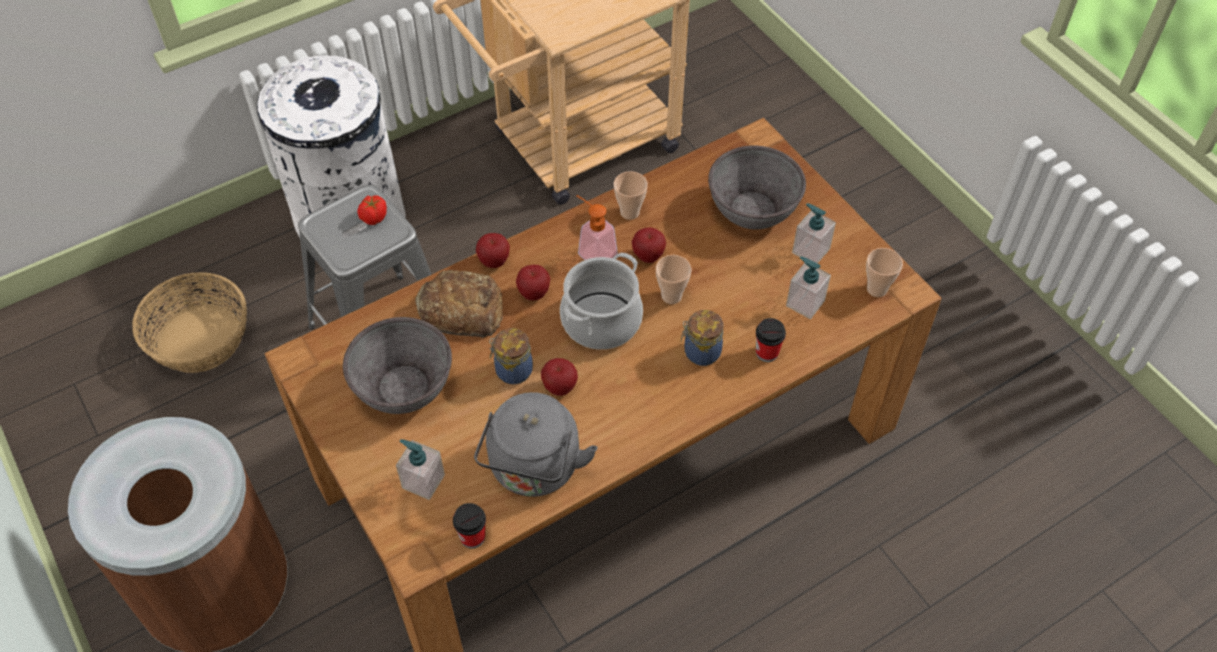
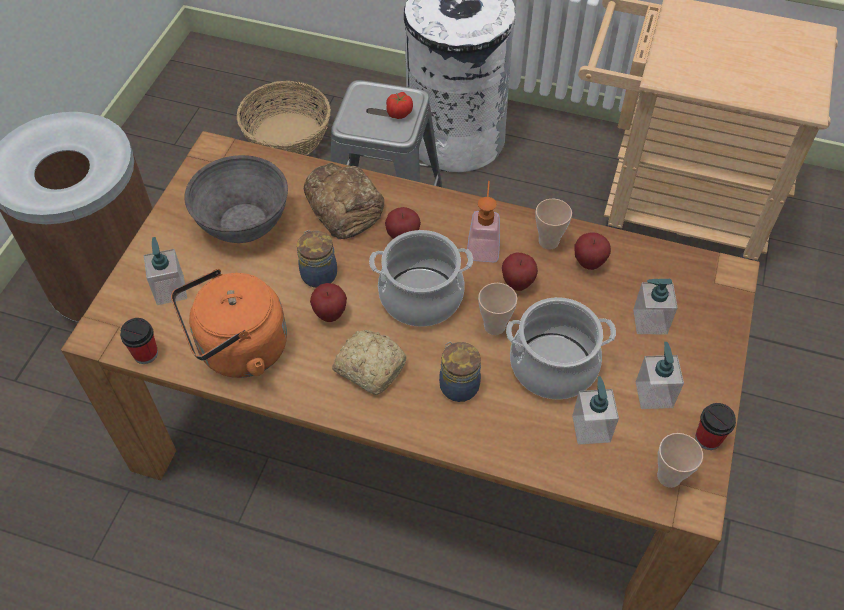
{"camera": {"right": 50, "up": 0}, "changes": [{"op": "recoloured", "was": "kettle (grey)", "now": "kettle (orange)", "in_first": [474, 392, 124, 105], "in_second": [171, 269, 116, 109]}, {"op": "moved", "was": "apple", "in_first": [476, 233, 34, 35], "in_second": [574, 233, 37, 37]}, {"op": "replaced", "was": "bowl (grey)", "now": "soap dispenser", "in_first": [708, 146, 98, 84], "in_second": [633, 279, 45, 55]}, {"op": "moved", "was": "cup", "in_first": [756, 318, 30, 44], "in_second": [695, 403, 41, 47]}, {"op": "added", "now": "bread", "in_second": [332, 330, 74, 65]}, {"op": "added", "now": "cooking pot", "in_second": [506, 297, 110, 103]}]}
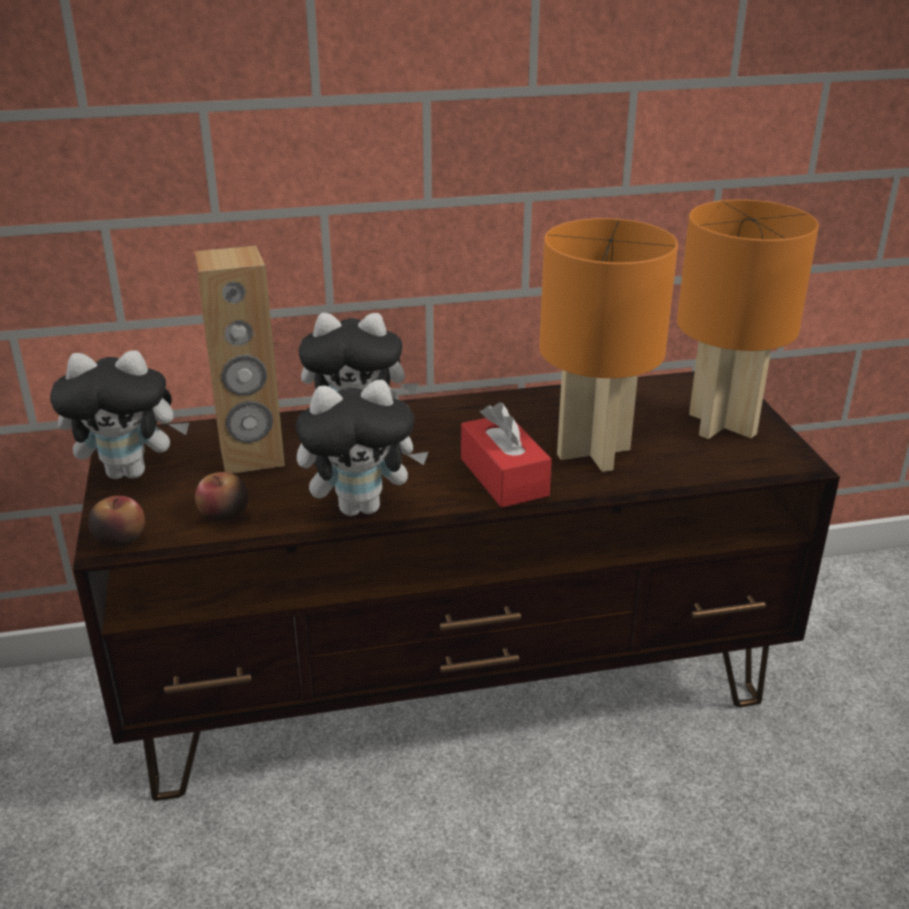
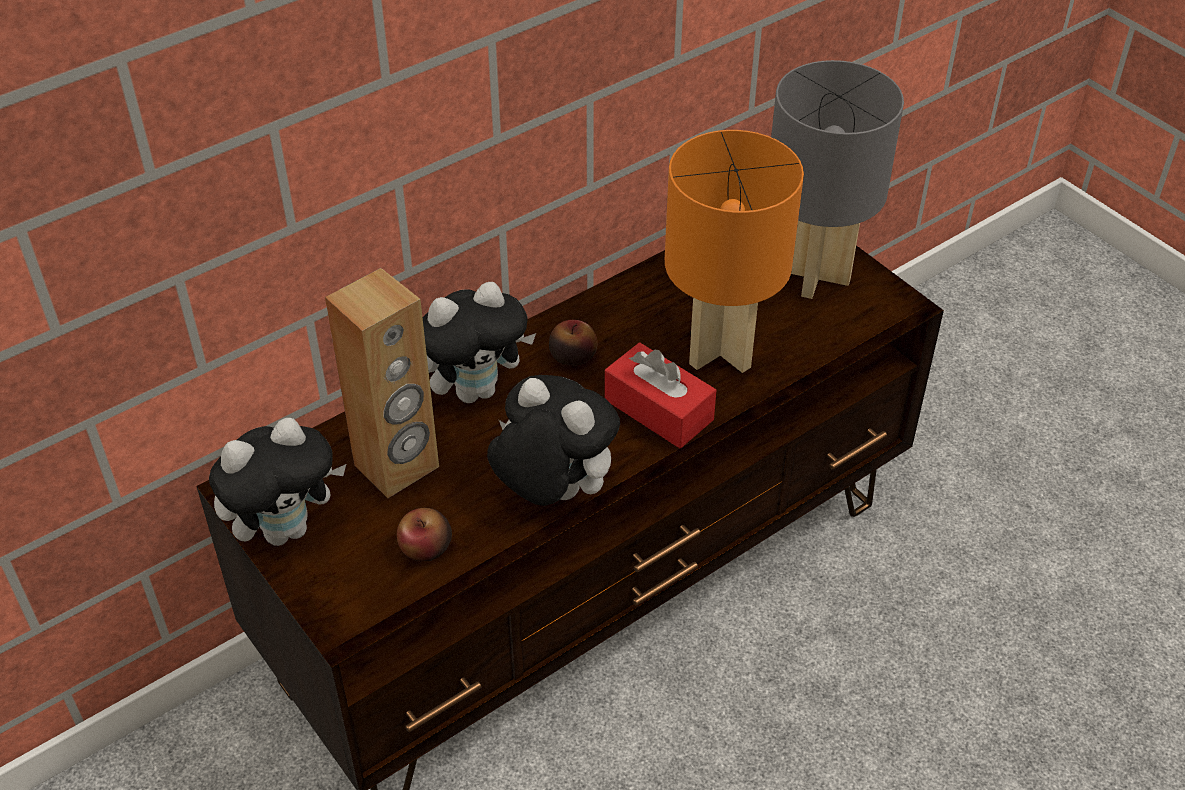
{"camera": {"right": -25, "up": 15}, "changes": [{"op": "moved", "was": "apple", "in_first": [88, 496, 57, 50], "in_second": [549, 320, 48, 46]}, {"op": "turned", "was": "plush toy", "in_first": [296, 380, 132, 136], "in_second": [487, 375, 133, 131], "clockwise": -105}, {"op": "recoloured", "was": "table lamp (orange)", "now": "table lamp (grey)", "in_first": [677, 199, 142, 240], "in_second": [771, 60, 133, 239]}]}
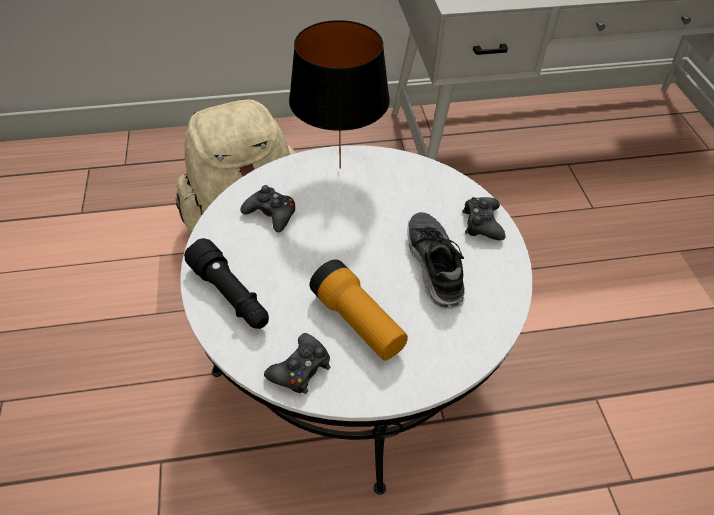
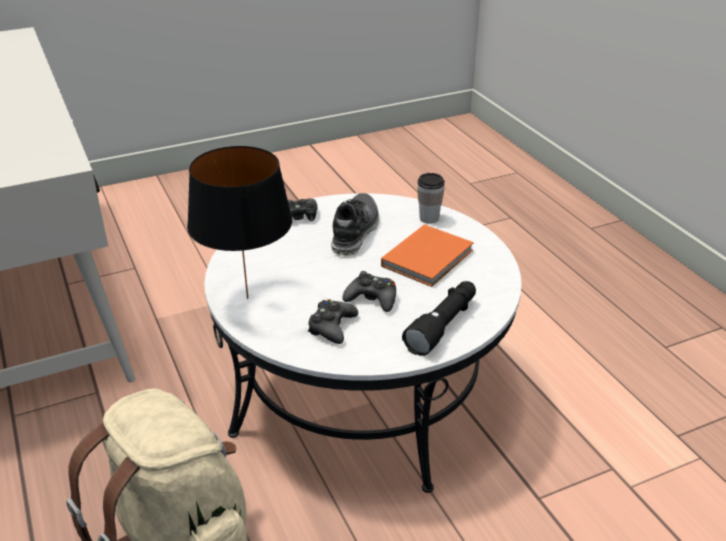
{"camera": {"right": -105, "up": -15}, "changes": [{"op": "moved", "was": "game controller (black)", "in_first": [264, 333, 66, 61], "in_second": [342, 271, 54, 41]}, {"op": "replaced", "was": "flashlight", "now": "book (orange)", "in_first": [309, 259, 99, 102], "in_second": [381, 224, 93, 63]}, {"op": "turned", "was": "shoe", "in_first": [407, 212, 58, 97], "in_second": [331, 193, 48, 63], "clockwise": 135}, {"op": "added", "now": "cup", "in_second": [417, 173, 28, 51]}]}
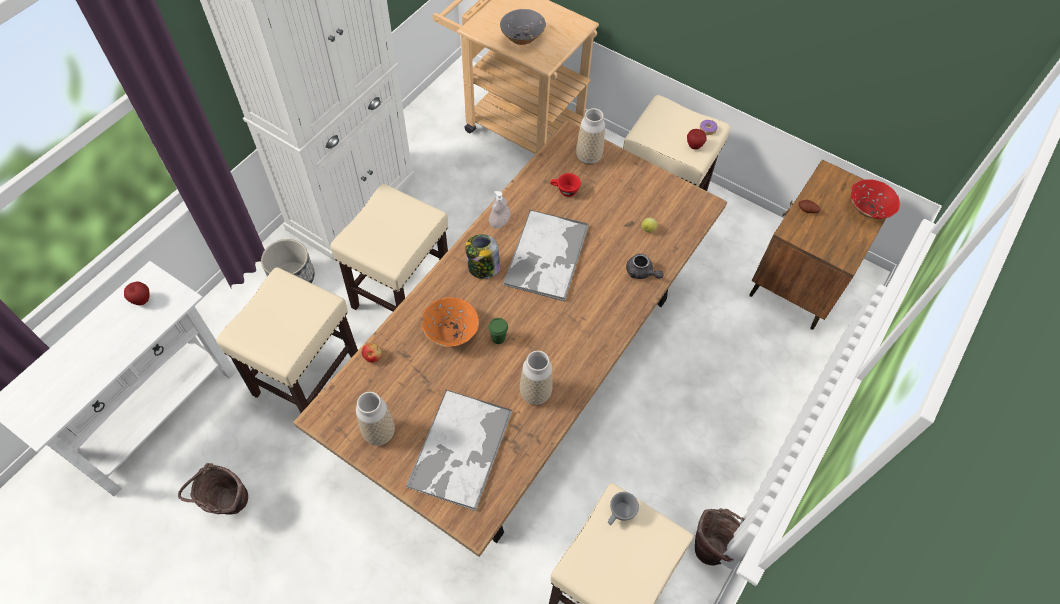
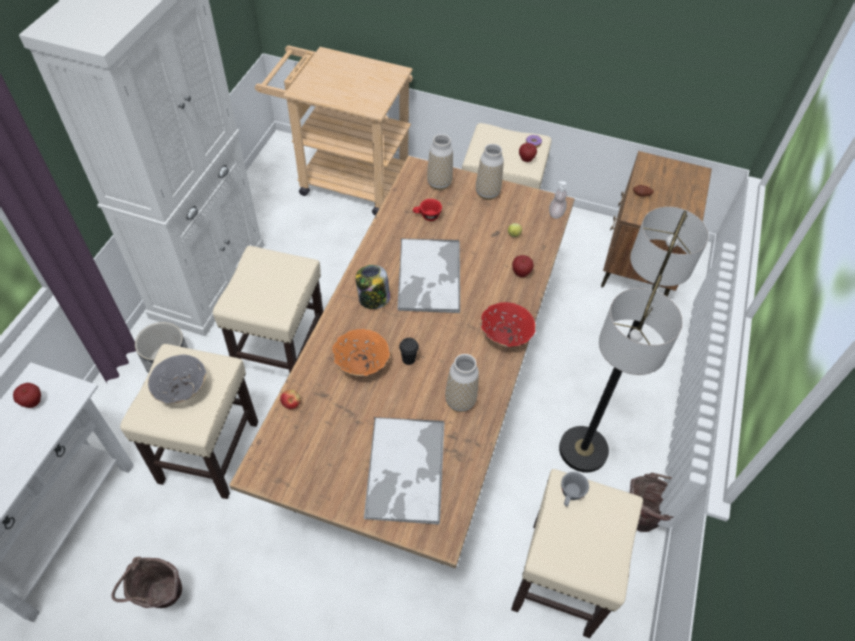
{"camera": {"right": -15, "up": -5}, "changes": [{"op": "moved", "was": "vase", "in_first": [356, 392, 39, 54], "in_second": [476, 144, 28, 56]}, {"op": "recoloured", "was": "cup (green)", "now": "cup (black)", "in_first": [488, 318, 20, 26], "in_second": [399, 338, 20, 27]}, {"op": "moved", "was": "soap dispenser", "in_first": [489, 191, 21, 37], "in_second": [549, 181, 18, 38]}, {"op": "moved", "was": "bowl (grey)", "in_first": [500, 9, 46, 36], "in_second": [148, 354, 58, 49]}, {"op": "replaced", "was": "teapot (grey)", "now": "apple", "in_first": [626, 253, 37, 26], "in_second": [512, 255, 22, 22]}, {"op": "moved", "was": "bowl (red)", "in_first": [850, 179, 50, 40], "in_second": [481, 302, 55, 45]}, {"op": "added", "now": "floor lamp", "in_second": [559, 207, 150, 266]}]}
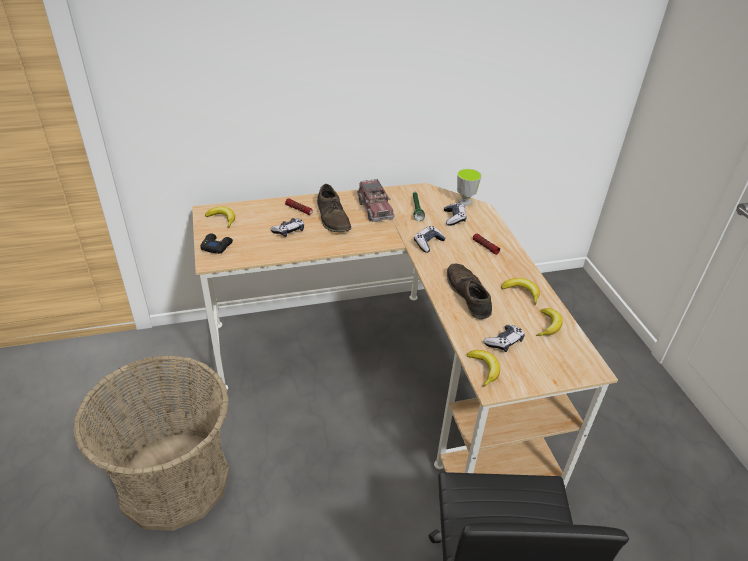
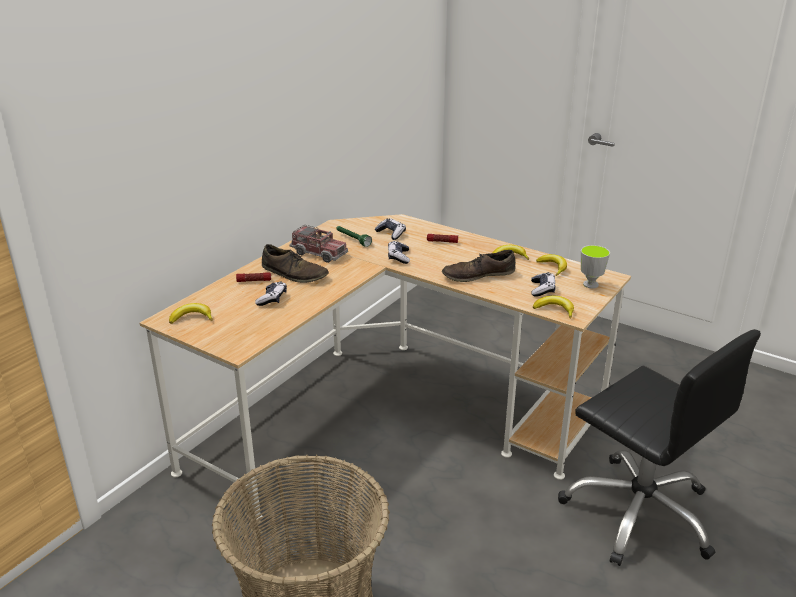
{"camera": {"right": -40, "up": -10}, "changes": [{"op": "removed", "was": "game controller (black)", "in_first": [200, 234, 33, 20]}, {"op": "turned", "was": "shoe (brown)", "in_first": [447, 264, 45, 55], "in_second": [442, 250, 73, 32], "clockwise": -45}, {"op": "moved", "was": "cup", "in_first": [457, 168, 25, 38], "in_second": [581, 245, 29, 43]}]}
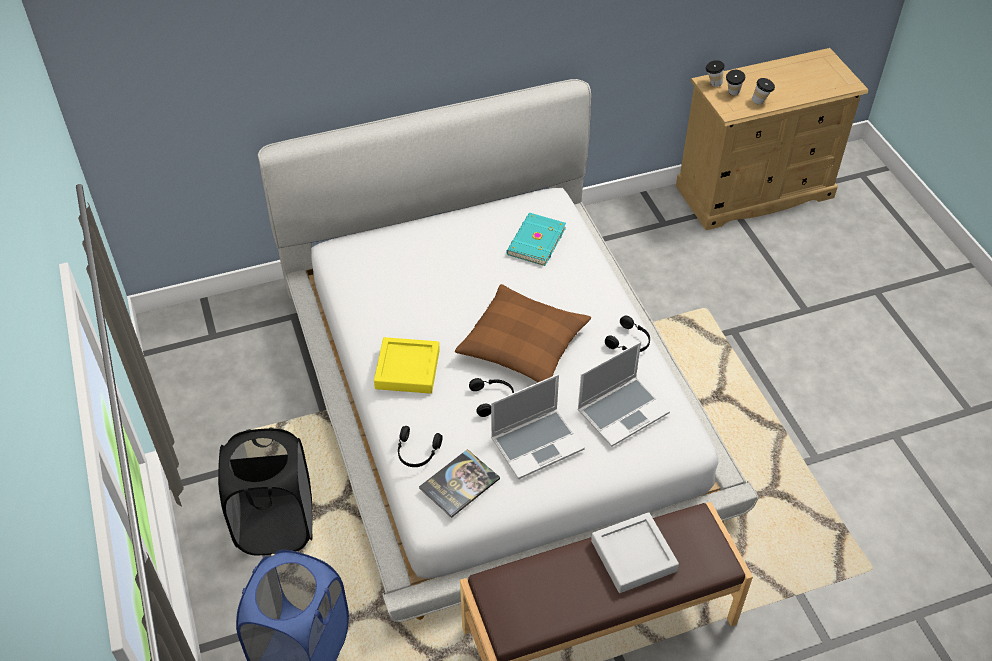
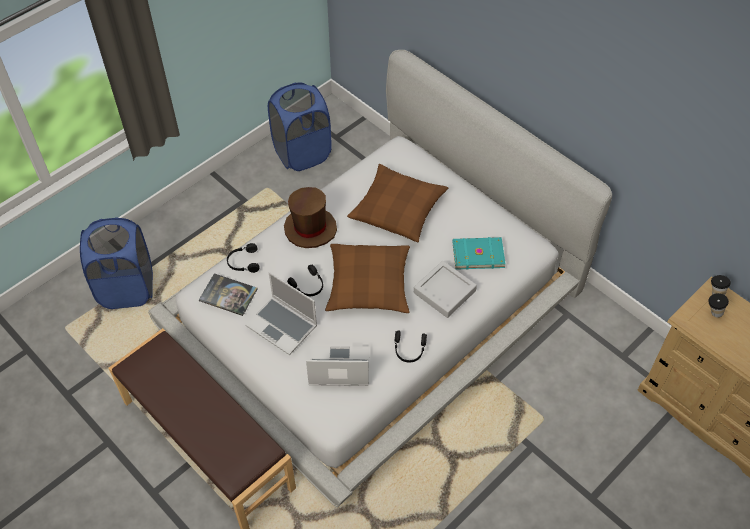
{"camera": {"right": 65, "up": 5}, "changes": [{"op": "removed", "was": "laundry basket (black)", "in_first": [218, 427, 94, 128]}, {"op": "replaced", "was": "tray (yellow)", "now": "hat (brown)", "in_first": [374, 337, 66, 57], "in_second": [284, 187, 53, 61]}, {"op": "turned", "was": "laptop", "in_first": [577, 342, 93, 105], "in_second": [306, 345, 63, 41], "clockwise": 150}, {"op": "moved", "was": "tray (grey)", "in_first": [591, 512, 88, 81], "in_second": [414, 261, 63, 57]}, {"op": "removed", "was": "cup", "in_first": [752, 78, 23, 26]}, {"op": "added", "now": "laundry basket (blue)", "in_second": [268, 82, 64, 89]}, {"op": "added", "now": "pillow (brown)", "in_second": [347, 164, 101, 78]}]}
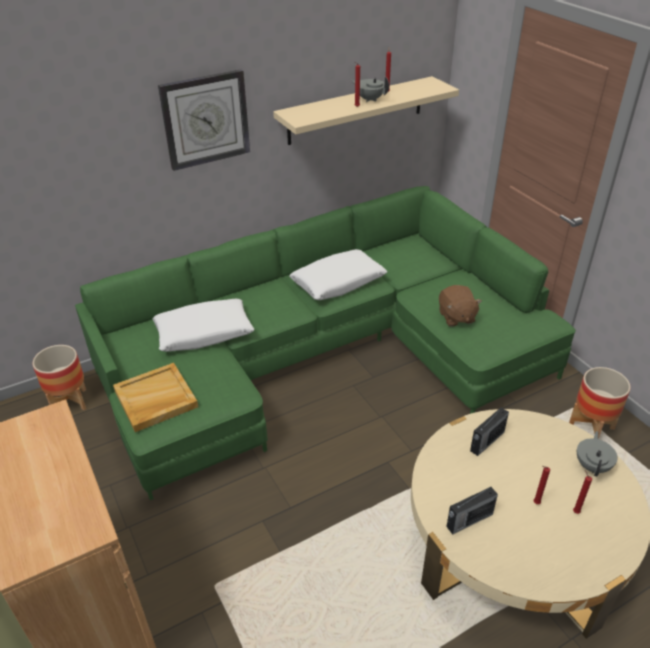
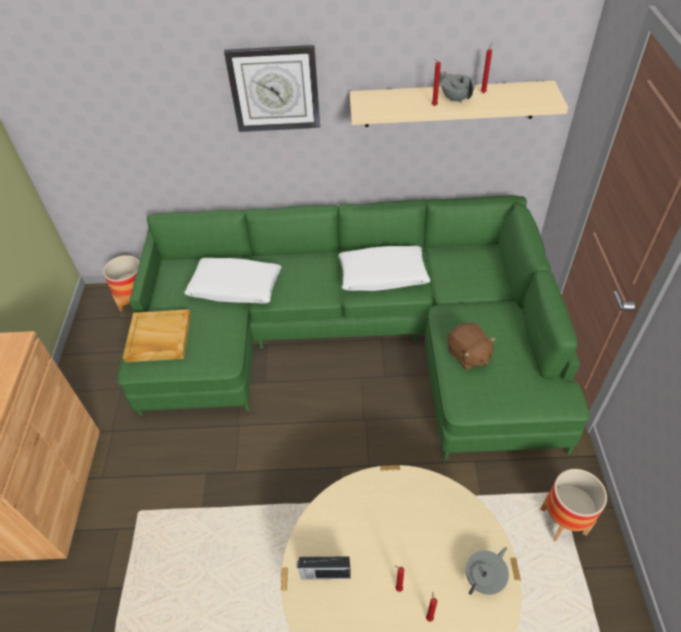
{"camera": {"right": 30, "up": 10}, "changes": [{"op": "turned", "was": "plush toy (brown)", "in_first": [439, 285, 43, 42], "in_second": [447, 322, 49, 48], "clockwise": -45}, {"op": "removed", "was": "radio", "in_first": [470, 407, 39, 49]}]}
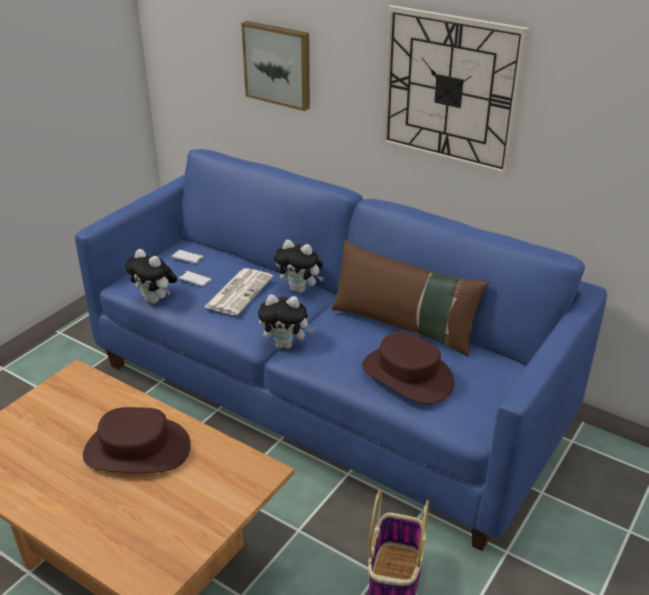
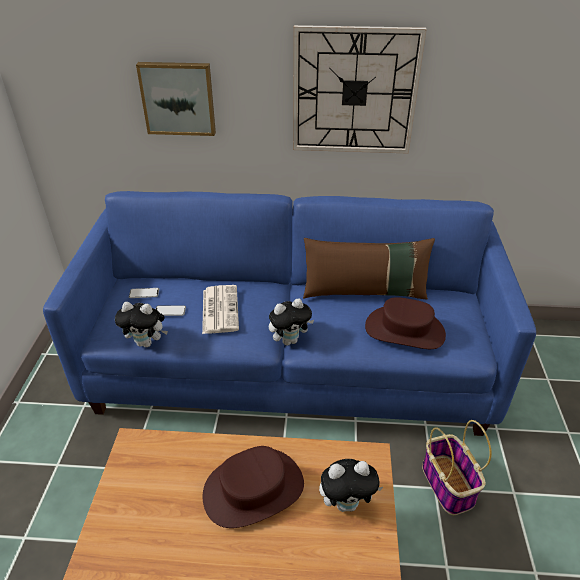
{"camera": {"right": -30, "up": 5}, "changes": [{"op": "moved", "was": "plush toy", "in_first": [274, 240, 50, 53], "in_second": [319, 459, 64, 53]}]}
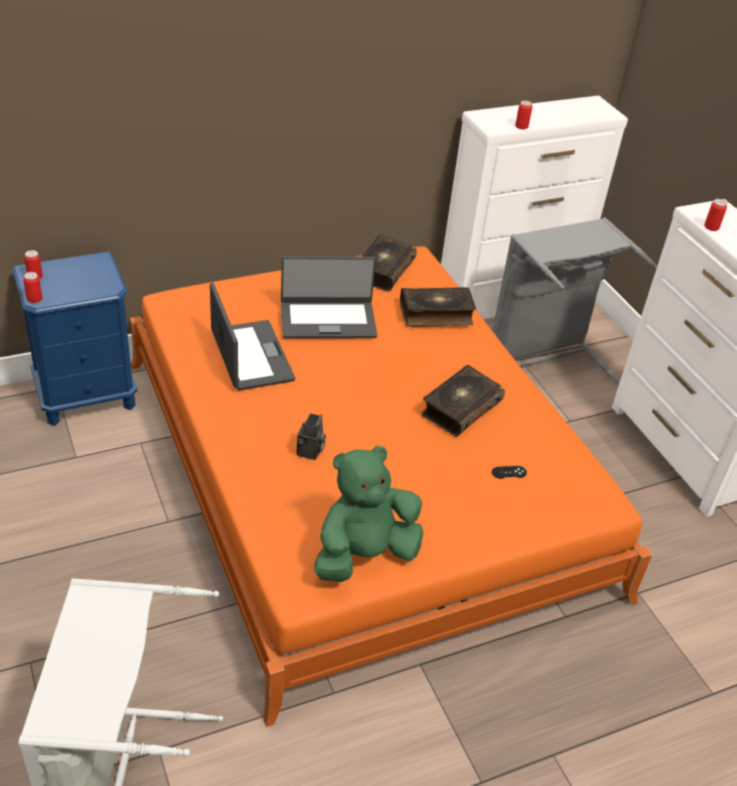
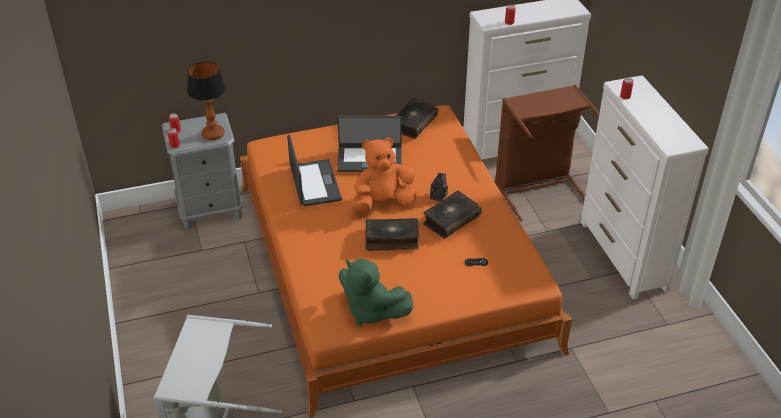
{"camera": {"right": 10, "up": 0}, "changes": [{"op": "recoloured", "was": "nightstand (blue)", "now": "nightstand (grey)", "in_first": [12, 252, 125, 174], "in_second": [162, 113, 81, 117]}, {"op": "moved", "was": "photo camera", "in_first": [296, 413, 30, 47], "in_second": [430, 173, 18, 29]}, {"op": "turned", "was": "plush toy (green)", "in_first": [314, 446, 109, 136], "in_second": [338, 259, 76, 66], "clockwise": -120}, {"op": "moved", "was": "book", "in_first": [400, 287, 76, 40], "in_second": [365, 218, 54, 33]}, {"op": "recoloured", "was": "laundry basket (grey)", "now": "laundry basket (brown)", "in_first": [492, 217, 165, 168], "in_second": [495, 84, 104, 137]}, {"op": "added", "now": "table lamp", "in_second": [187, 61, 39, 79]}, {"op": "added", "now": "plush toy (orange)", "in_second": [351, 137, 66, 75]}]}
